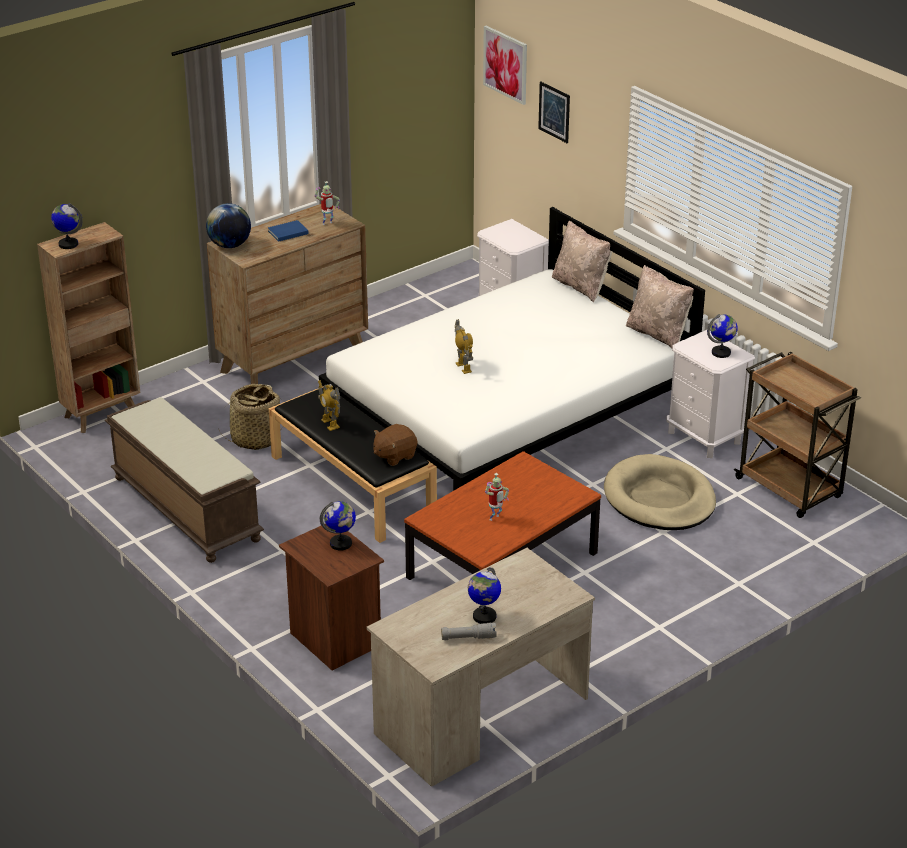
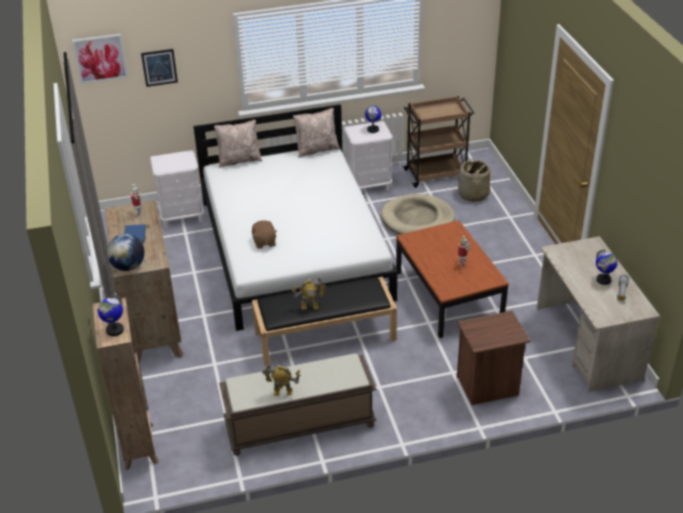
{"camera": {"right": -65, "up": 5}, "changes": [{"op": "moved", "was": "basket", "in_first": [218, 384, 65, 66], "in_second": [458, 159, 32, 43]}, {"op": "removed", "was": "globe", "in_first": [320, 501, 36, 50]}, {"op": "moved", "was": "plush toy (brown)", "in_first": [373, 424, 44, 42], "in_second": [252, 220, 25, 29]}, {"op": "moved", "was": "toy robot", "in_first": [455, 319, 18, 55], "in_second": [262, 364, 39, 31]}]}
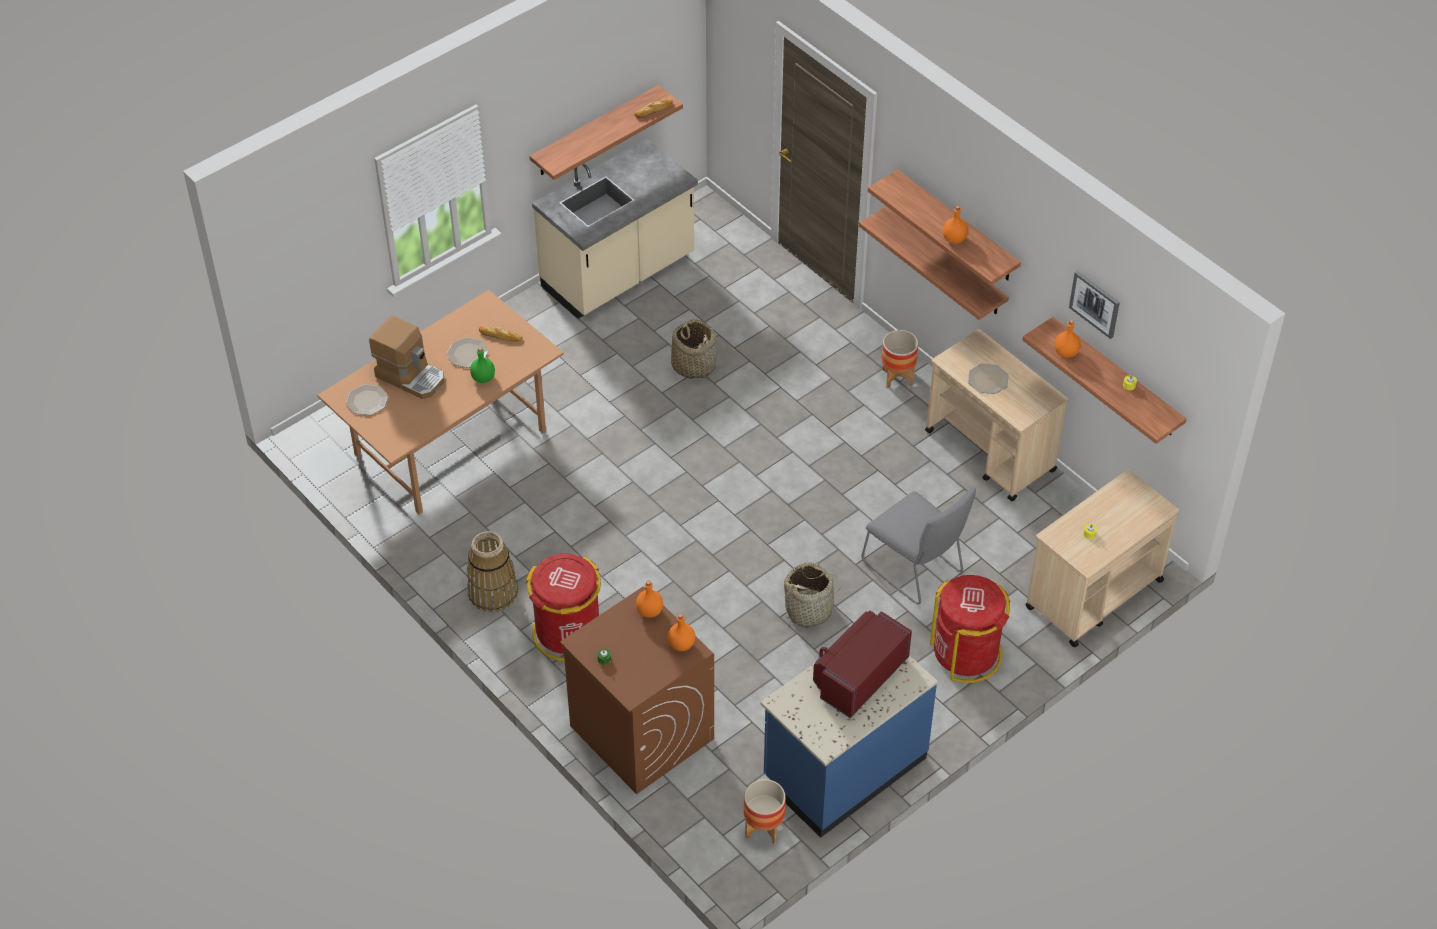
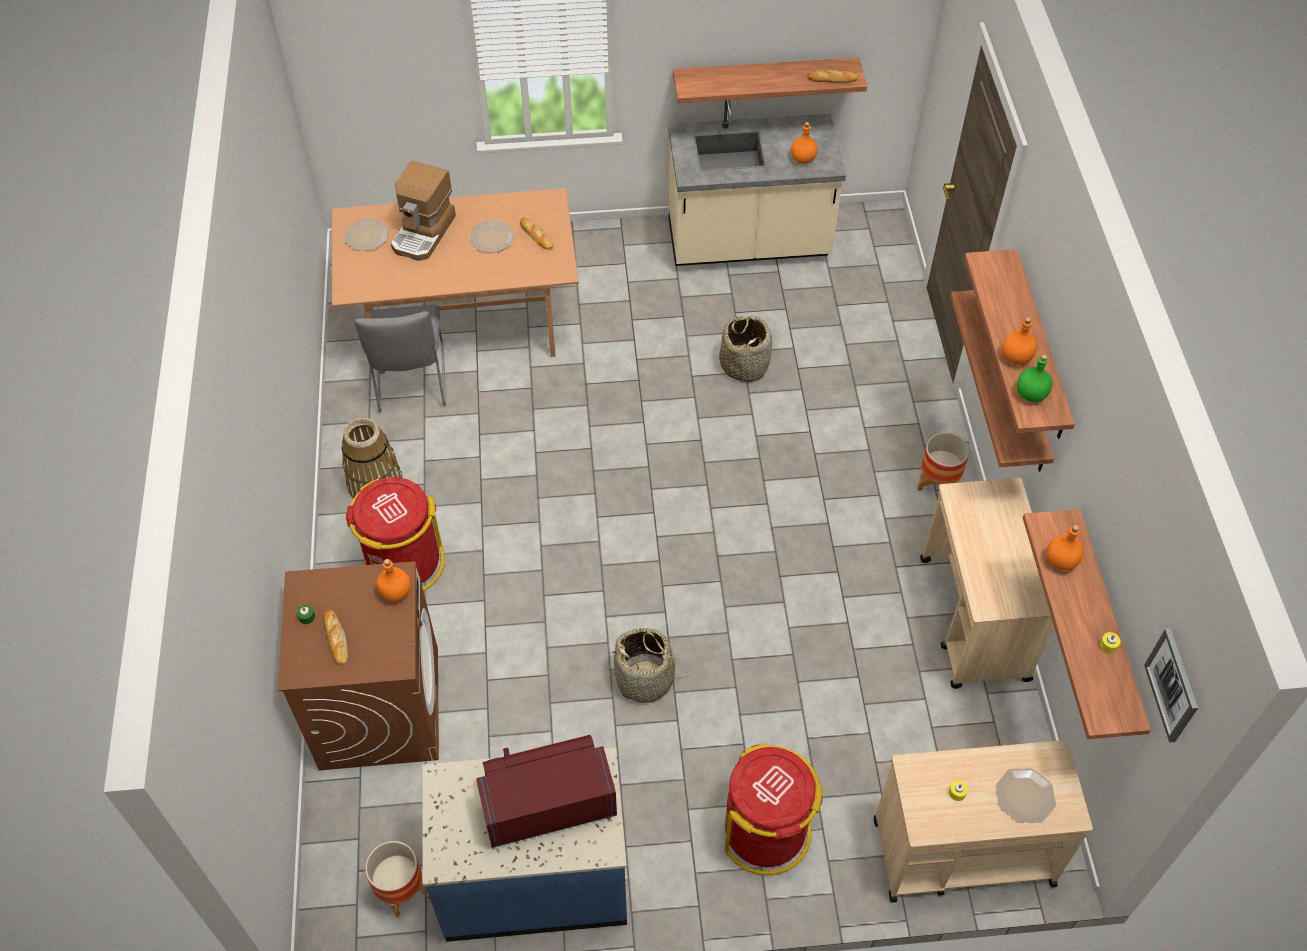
{"camera": {"right": 35, "up": 5}, "changes": [{"op": "turned", "was": "coffee machine", "in_first": [369, 316, 75, 83], "in_second": [391, 161, 65, 100], "clockwise": 45}, {"op": "moved", "was": "bottle (green)", "in_first": [470, 347, 25, 36], "in_second": [1017, 354, 35, 48]}, {"op": "moved", "was": "bottle (orange)", "in_first": [667, 614, 29, 37], "in_second": [791, 122, 27, 42]}, {"op": "moved", "was": "chair (grey)", "in_first": [861, 488, 115, 117], "in_second": [354, 305, 92, 107]}, {"op": "moved", "was": "plate", "in_first": [968, 363, 41, 31], "in_second": [995, 768, 61, 55]}, {"op": "moved", "was": "picture", "in_first": [1069, 271, 51, 68], "in_second": [1144, 628, 54, 114]}, {"op": "added", "now": "bread", "in_second": [323, 610, 25, 55]}]}
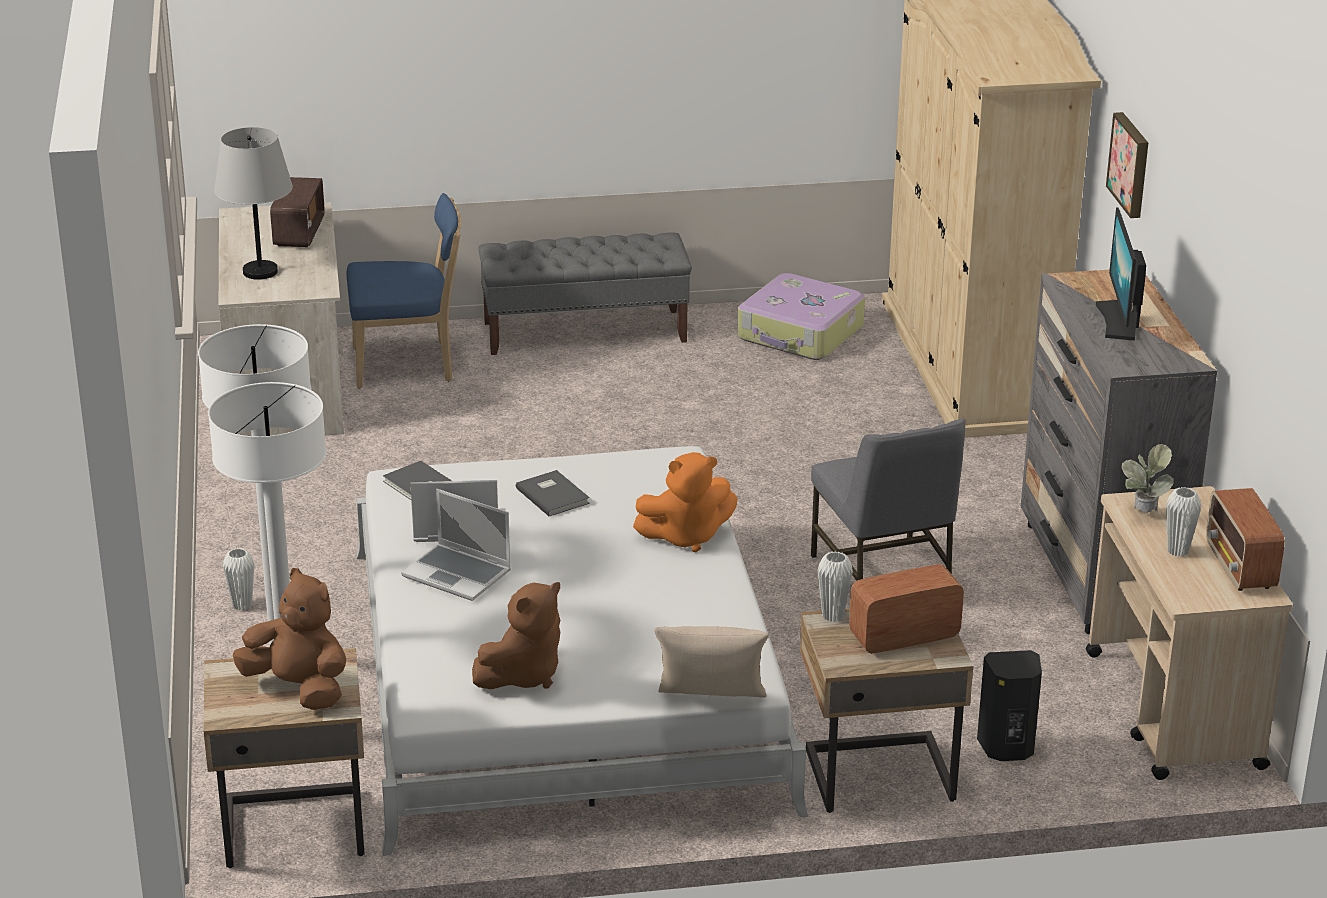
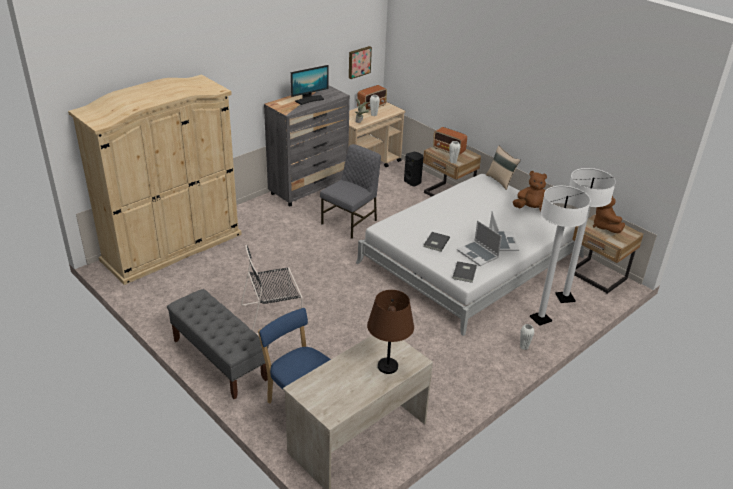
{"camera": {"right": -125, "up": 5}, "changes": [{"op": "recoloured", "was": "table lamp (grey)", "now": "table lamp (brown)", "in_first": [214, 127, 79, 153], "in_second": [367, 290, 47, 84]}, {"op": "removed", "was": "radio", "in_first": [270, 177, 55, 70]}, {"op": "removed", "was": "plush toy (orange)", "in_first": [633, 452, 105, 100]}, {"op": "removed", "was": "suitcase", "in_first": [737, 273, 128, 87]}, {"op": "moved", "was": "picture", "in_first": [1106, 112, 42, 106], "in_second": [349, 46, 23, 33]}, {"op": "added", "now": "chair (black)", "in_second": [241, 245, 62, 90]}]}
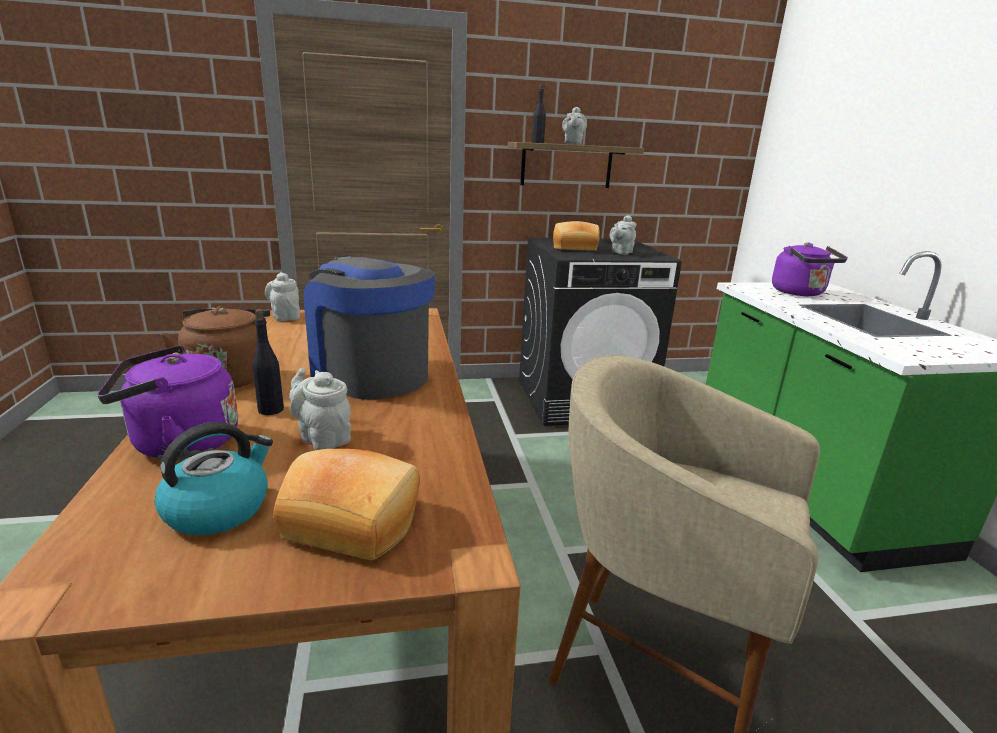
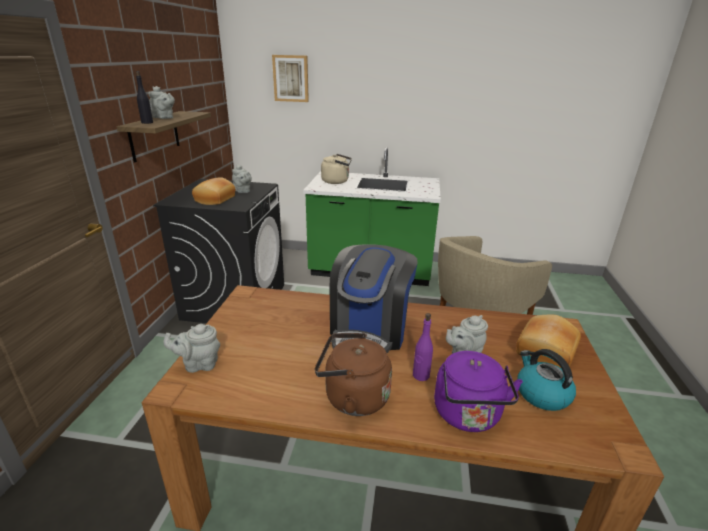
{"camera": {"right": -70, "up": 5}, "changes": [{"op": "recoloured", "was": "bottle (black)", "now": "bottle (purple)", "in_first": [252, 309, 32, 106], "in_second": [413, 313, 20, 68]}, {"op": "turned", "was": "coffee machine", "in_first": [304, 256, 131, 144], "in_second": [329, 244, 89, 109], "clockwise": -45}, {"op": "recoloured", "was": "kettle (purple)", "now": "kettle (beige)", "in_first": [772, 243, 76, 53], "in_second": [321, 154, 31, 30]}, {"op": "added", "now": "picture", "in_second": [272, 55, 37, 47]}]}
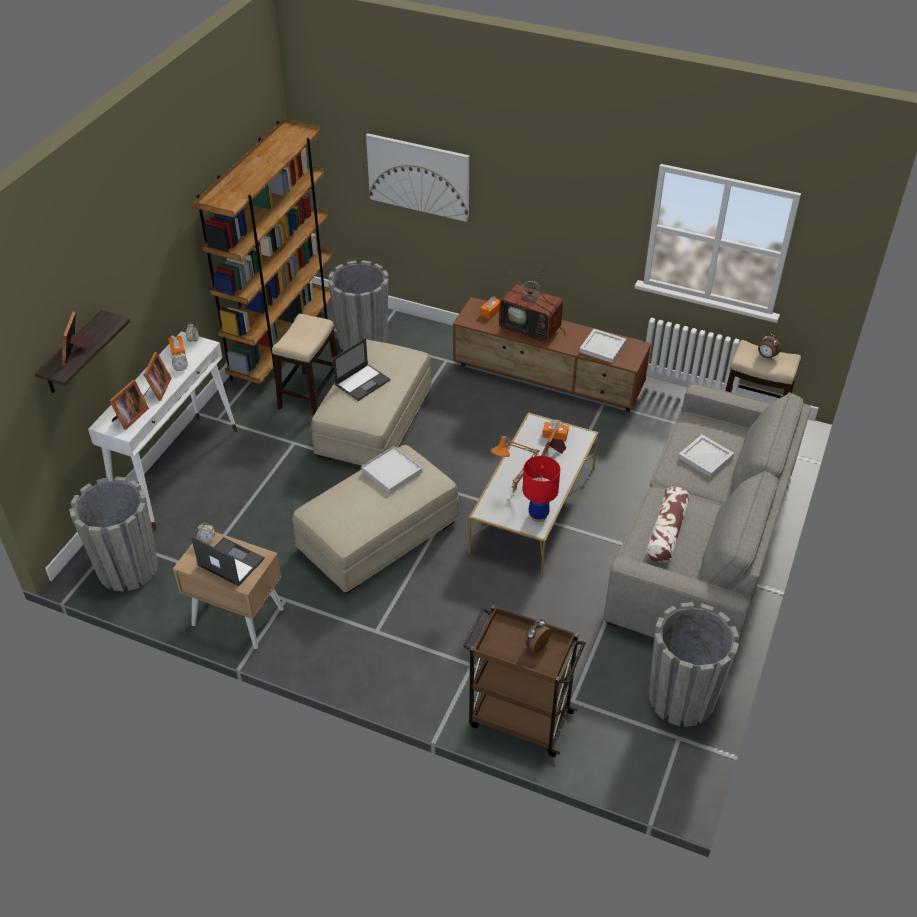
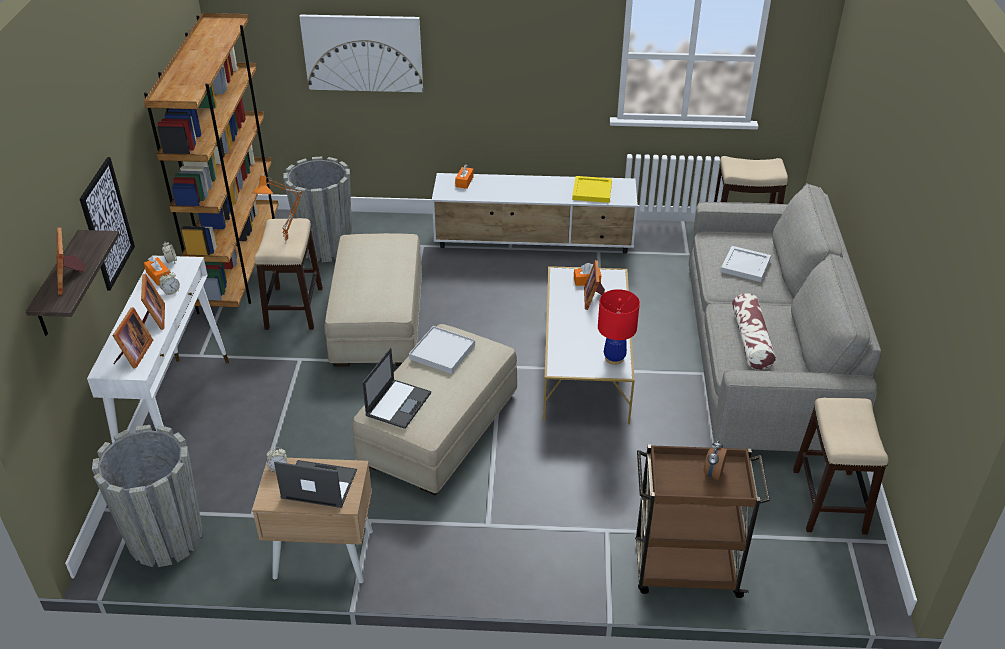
{"camera": {"right": -20, "up": -5}, "changes": [{"op": "moved", "was": "laptop", "in_first": [333, 338, 57, 63], "in_second": [362, 348, 69, 81]}, {"op": "recoloured", "was": "tv stand (brown)", "now": "tv stand (white)", "in_first": [453, 297, 198, 115], "in_second": [432, 173, 206, 81]}, {"op": "moved", "was": "table lamp (orange)", "in_first": [491, 436, 49, 57], "in_second": [252, 175, 51, 67]}, {"op": "removed", "was": "television", "in_first": [499, 268, 68, 75]}, {"op": "recoloured", "was": "tray (white)", "now": "tray (yellow)", "in_first": [579, 329, 47, 34], "in_second": [572, 176, 40, 27]}, {"op": "replaced", "was": "planter (grey)", "now": "stool", "in_first": [649, 602, 90, 125], "in_second": [793, 398, 96, 137]}, {"op": "removed", "was": "alarm clock", "in_first": [758, 333, 23, 27]}, {"op": "added", "now": "picture", "in_second": [80, 157, 55, 134]}]}
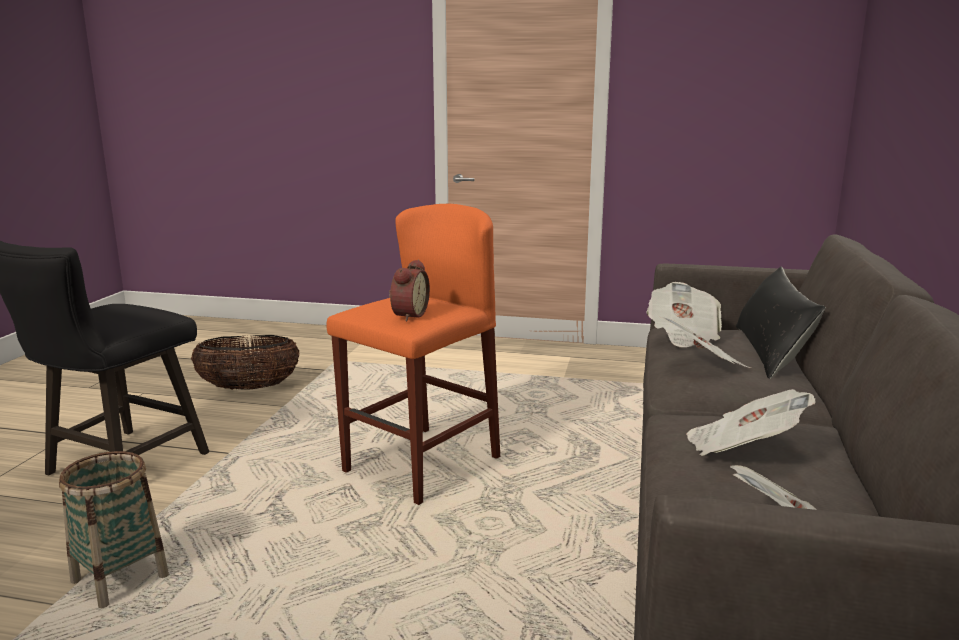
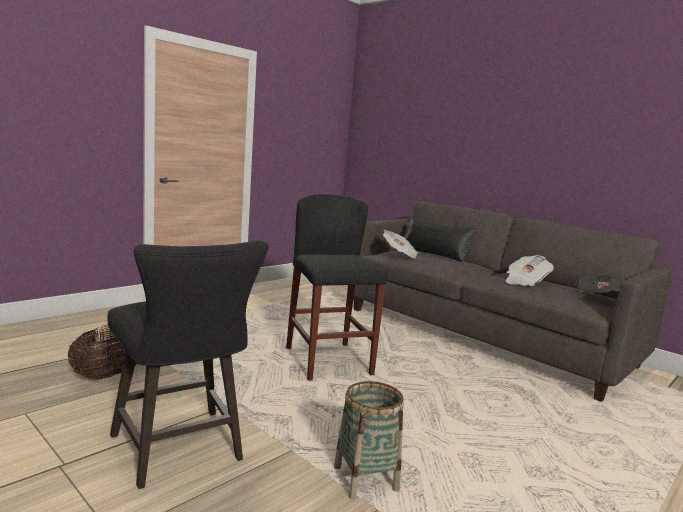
{"camera": {"right": -60, "up": -5}, "changes": [{"op": "recoloured", "was": "stool (orange)", "now": "stool (black)", "in_first": [326, 204, 174, 301], "in_second": [286, 194, 102, 187]}, {"op": "removed", "was": "alarm clock", "in_first": [389, 259, 41, 62]}, {"op": "removed", "was": "newspaper", "in_first": [661, 317, 90, 51]}]}
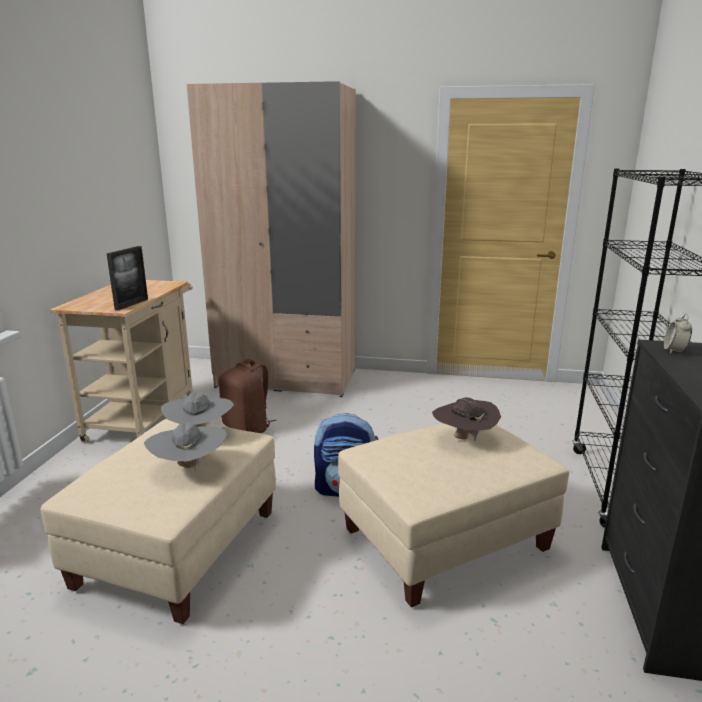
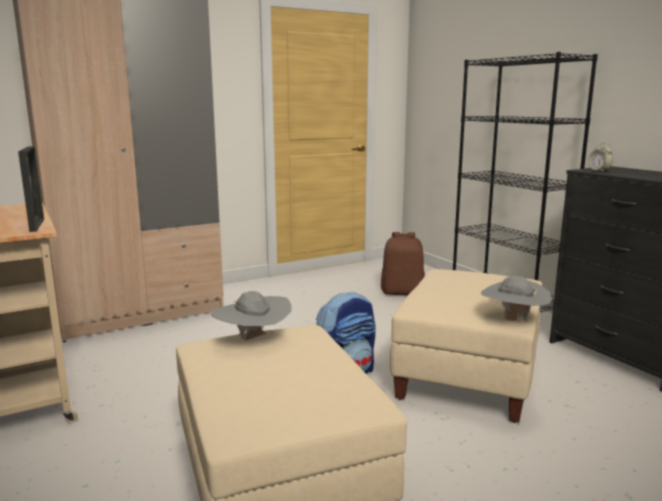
{"camera": {"right": -40, "up": -5}, "changes": [{"op": "moved", "was": "hat (grey)", "in_first": [144, 423, 83, 49], "in_second": [481, 276, 71, 45]}, {"op": "moved", "was": "backpack (brown)", "in_first": [219, 359, 58, 74], "in_second": [381, 232, 44, 63]}, {"op": "removed", "was": "hat (brown)", "in_first": [432, 397, 69, 44]}]}
